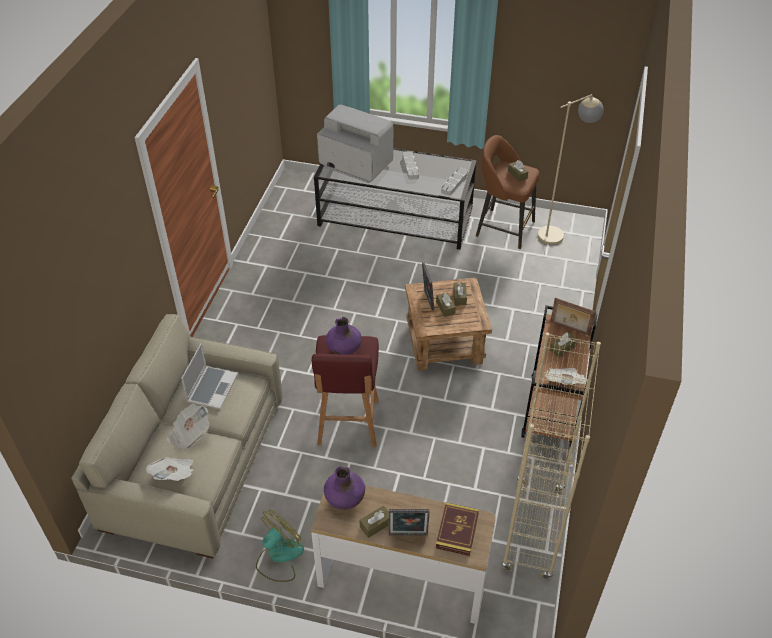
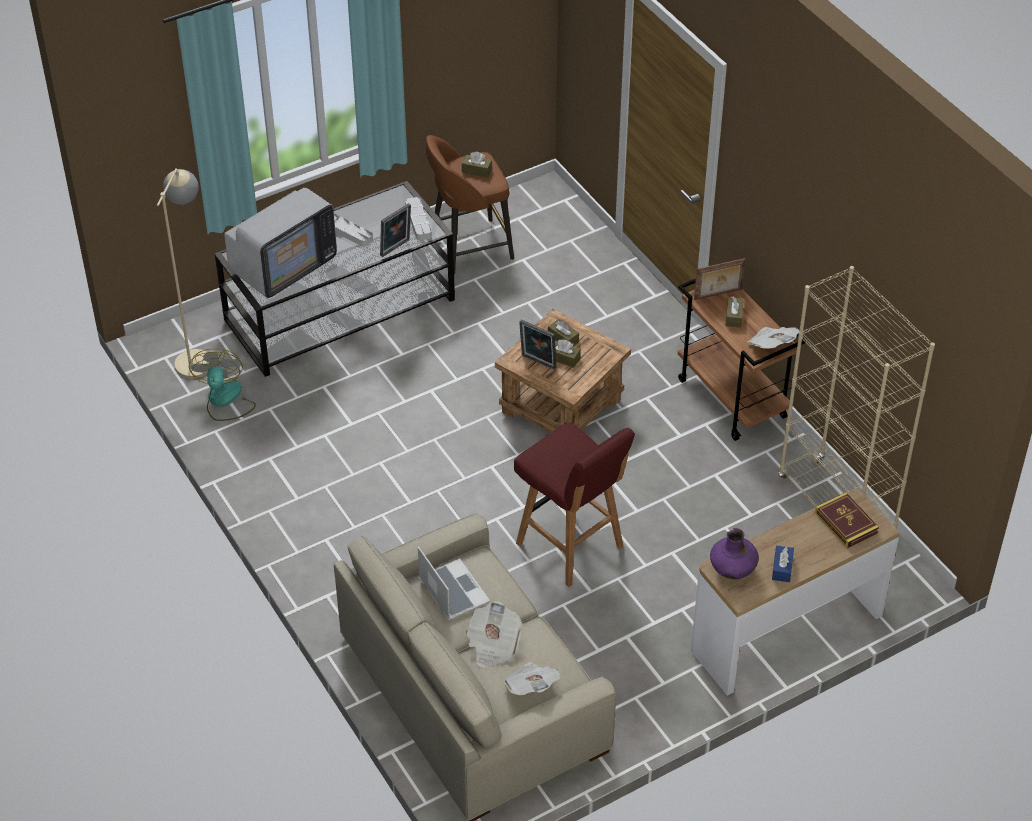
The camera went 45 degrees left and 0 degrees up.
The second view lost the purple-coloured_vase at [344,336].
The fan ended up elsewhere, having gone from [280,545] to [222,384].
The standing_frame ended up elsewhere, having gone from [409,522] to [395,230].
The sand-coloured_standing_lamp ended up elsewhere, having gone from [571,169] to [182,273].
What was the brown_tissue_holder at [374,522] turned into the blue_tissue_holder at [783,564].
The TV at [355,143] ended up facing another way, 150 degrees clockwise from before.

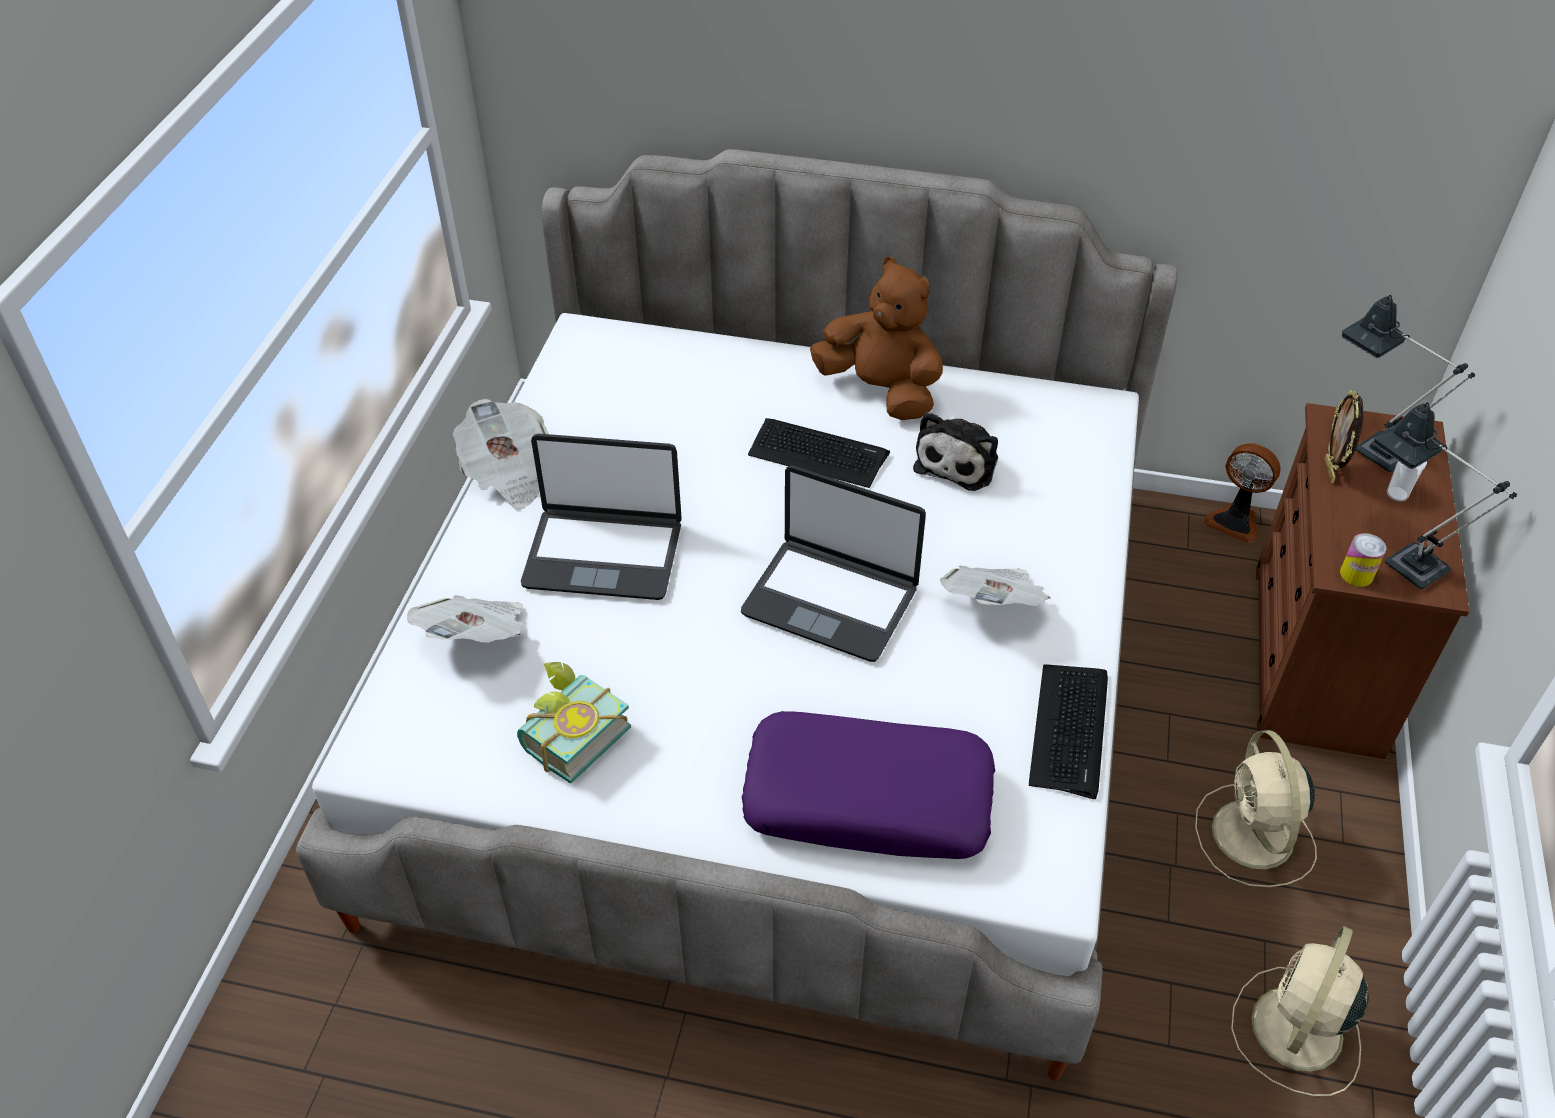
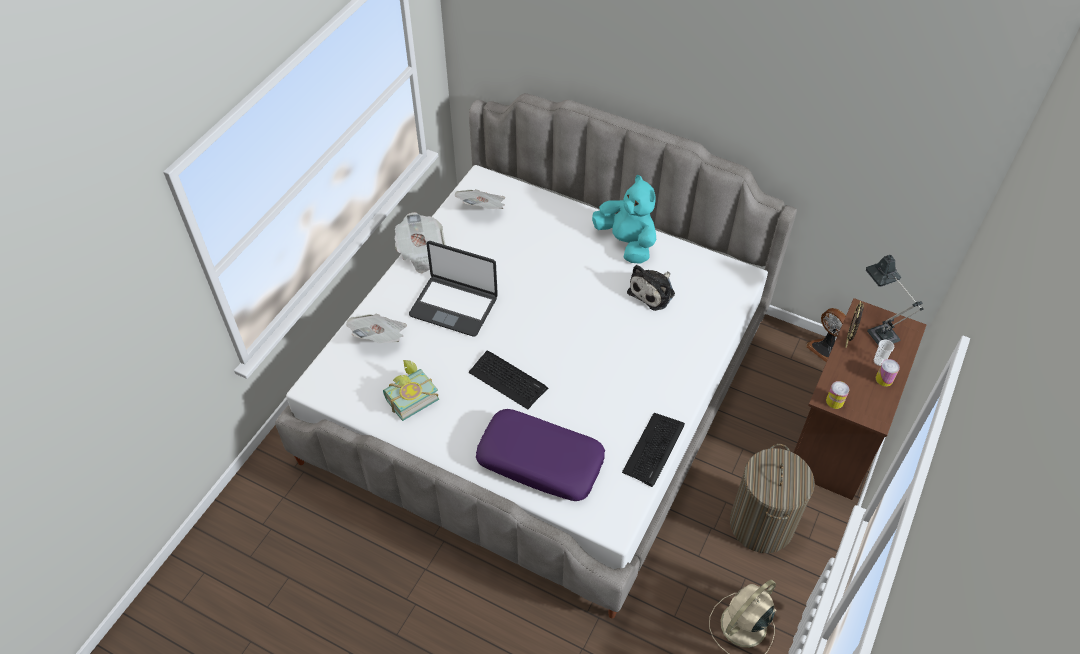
The camera went 15 degrees right and 5 degrees up.
The second view lost the laptop at [833,564].
The second view lost the tabletop_lamp at [1445,496].
The second view gained the metal_can at [888,373].
The PC_keyboard ended up elsewhere, having gone from [819,453] to [508,380].
The printed_paper ended up elsewhere, having gone from [995,585] to [480,199].
Where the sand-coloured_fan stood at [1256,808], the hamper came to stand at [772,498].
What was the brown_plush_toy at [876,338] turned into the blue-green_plush_toy at [624,219].

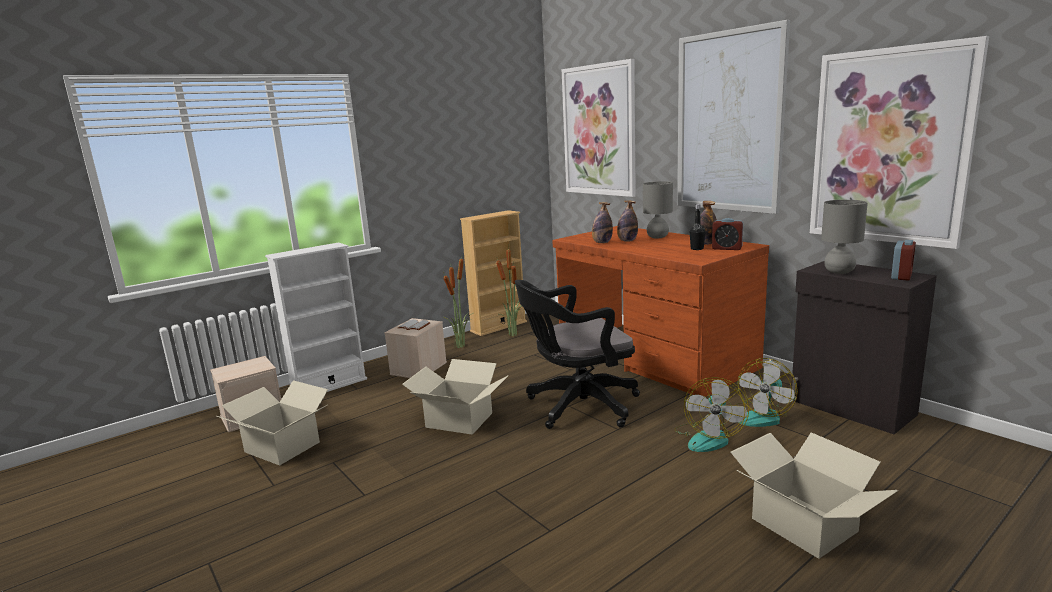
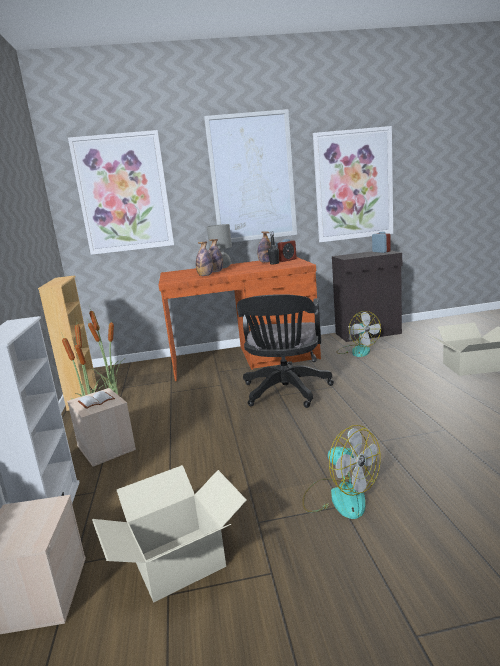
The camera went 60 degrees left and 0 degrees up.
The second view lost the packing_box at [455,397].
The second view lost the greyish_tabletop_lamp at [844,237].
The fan ended up elsewhere, having gone from [711,414] to [341,472].

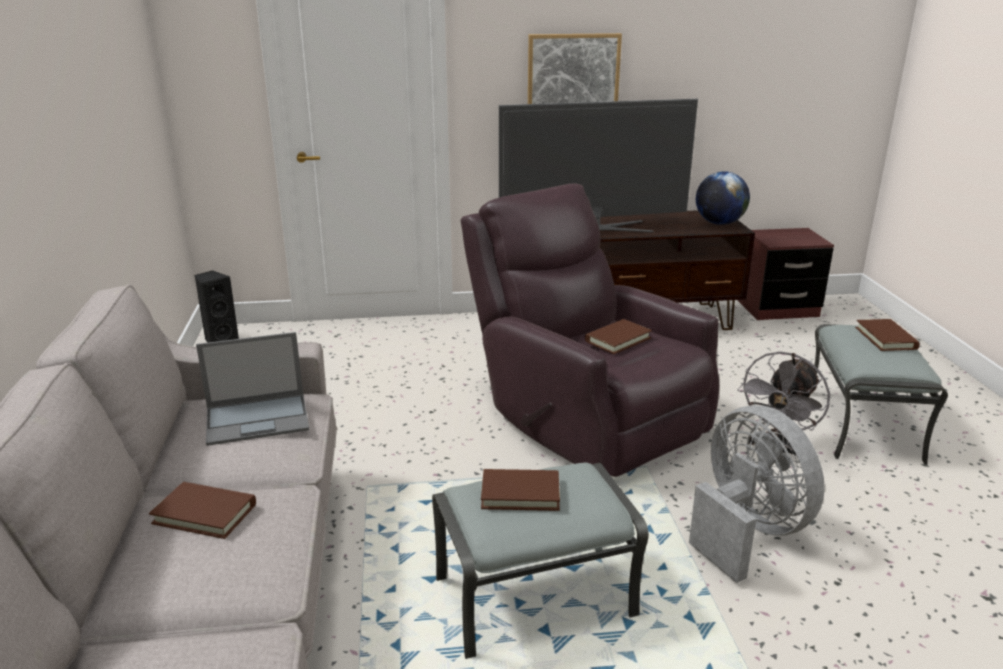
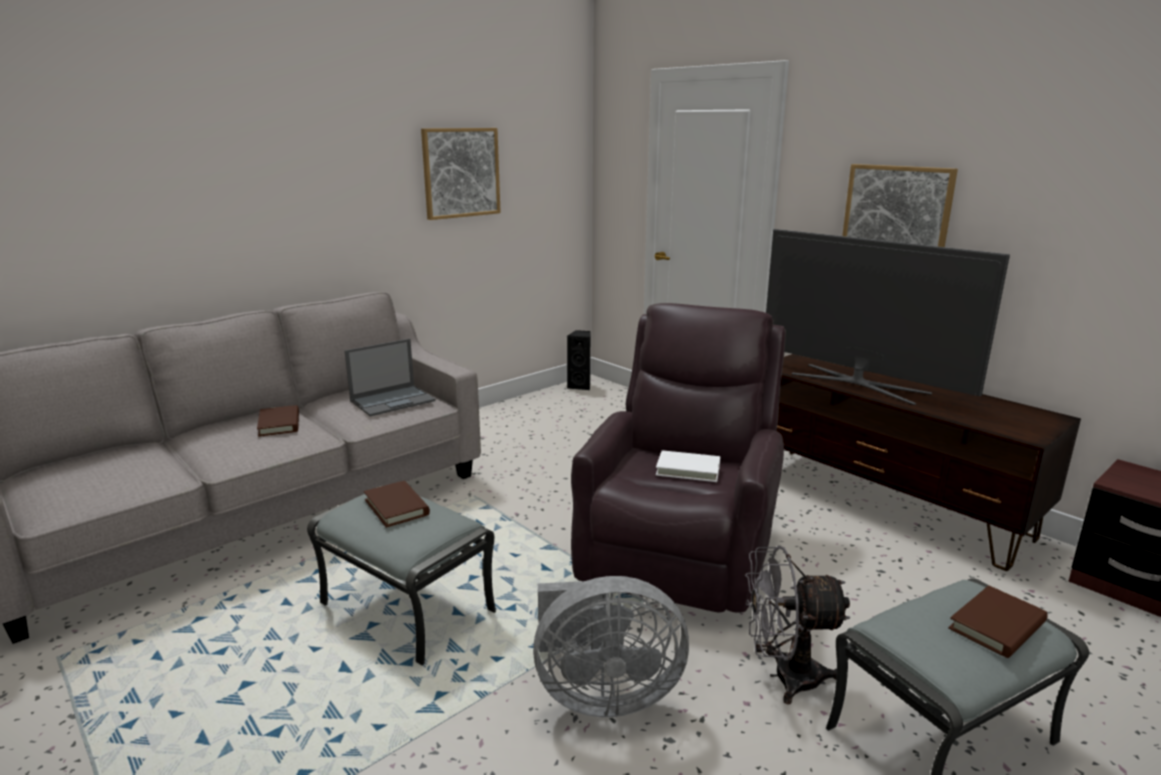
The camera went 55 degrees right and 5 degrees down.
The second view lost the globe at [723,198].
The second view gained the wall_picture at [461,174].
What was the brown_volume at [618,336] turned into the white_volume at [688,466].
The laptop at [252,389] ended up facing another way, 75 degrees counterclockwise from before.
The greyish_fan at [757,494] ended up facing another way, 60 degrees clockwise from before.

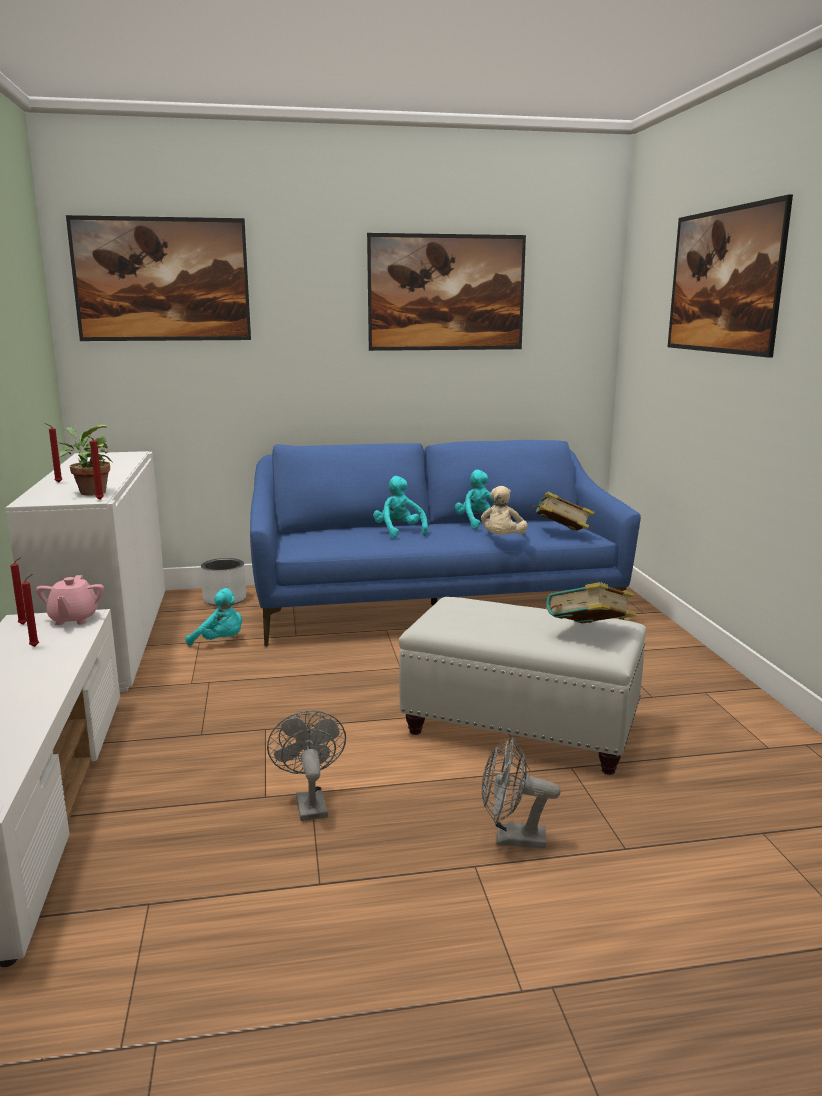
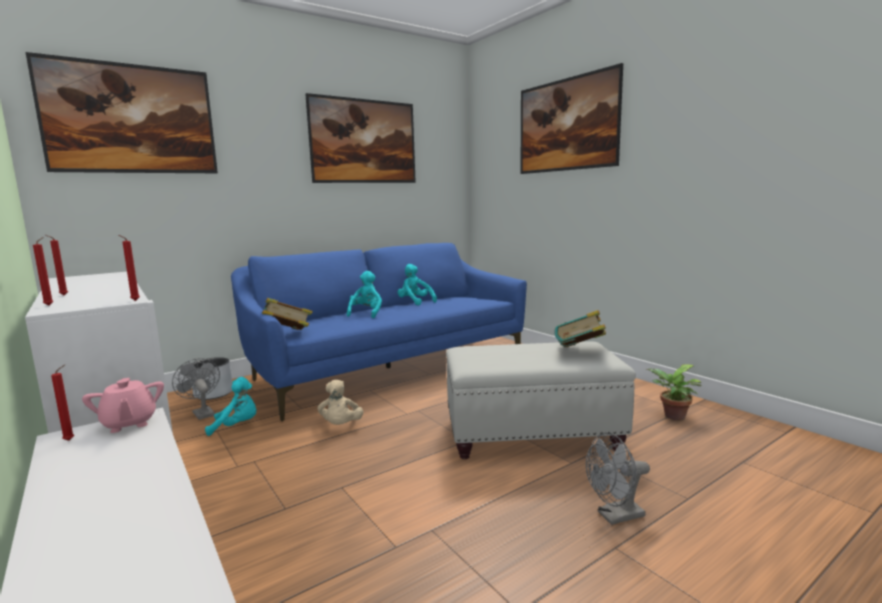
The camera went 25 degrees left and 5 degrees down.
The red_wax_light ended up elsewhere, having gone from [30,610] to [43,271].
The potted_plant ended up elsewhere, having gone from [85,459] to [674,392].
The greyish_fan ended up elsewhere, having gone from [306,766] to [196,389].
The sand-coloured_plush_toy ended up elsewhere, having gone from [504,510] to [340,402].
The volume ended up elsewhere, having gone from [563,511] to [287,314].
The blue-green_plush_toy at [400,507] ended up facing another way, 60 degrees clockwise from before.

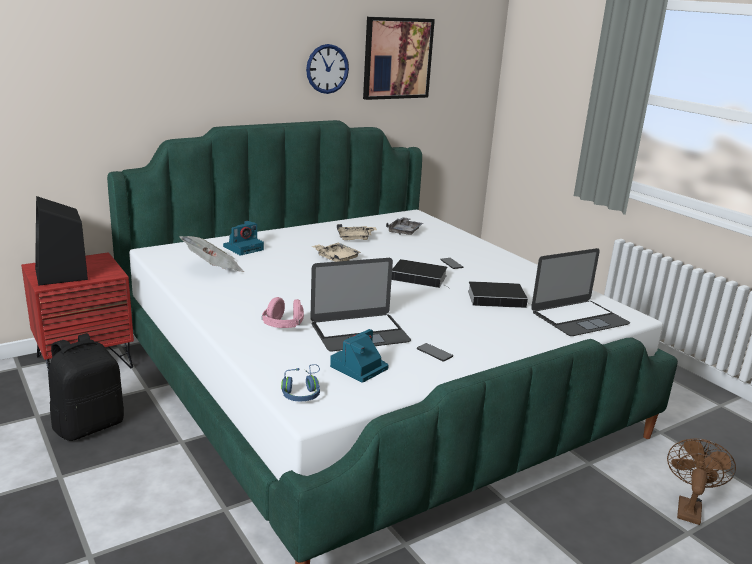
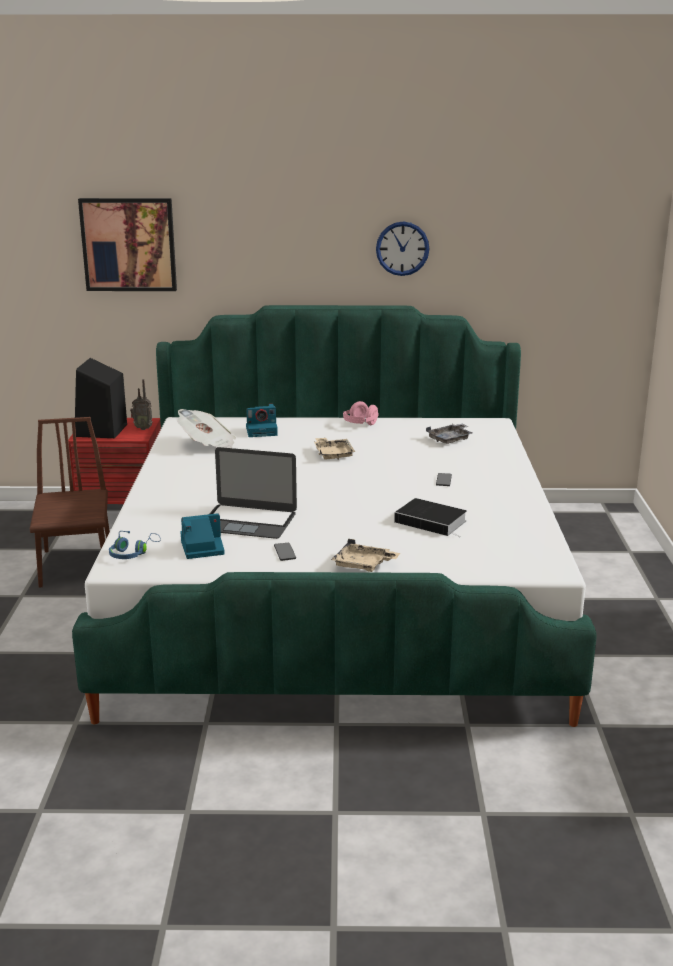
The camera went 35 degrees right and 0 degrees up.
The second view lost the volume at [421,273].
The second view lost the laptop at [580,292].
The second view lost the brown_fan at [701,481].
The second view gained the radio at [141,404].
The pink-coloured_pair_of_headphones ended up elsewhere, having gone from [283,312] to [360,413].
The sand-coloured_tray ended up elsewhere, having gone from [357,232] to [365,555].
The wall_picture ended up elsewhere, having gone from [399,58] to [127,244].
Where the black_knapsack stood at [86,387], the brown_upright_chair came to stand at [70,502].

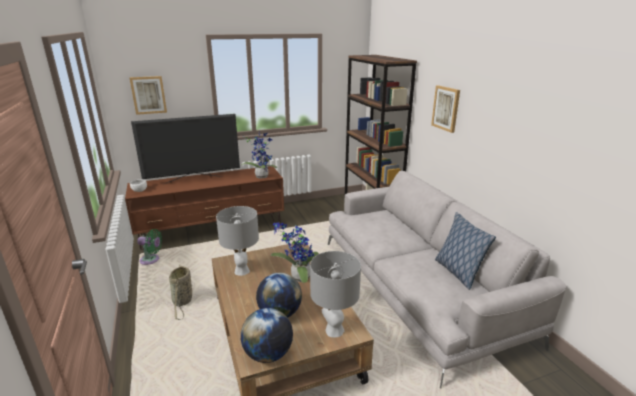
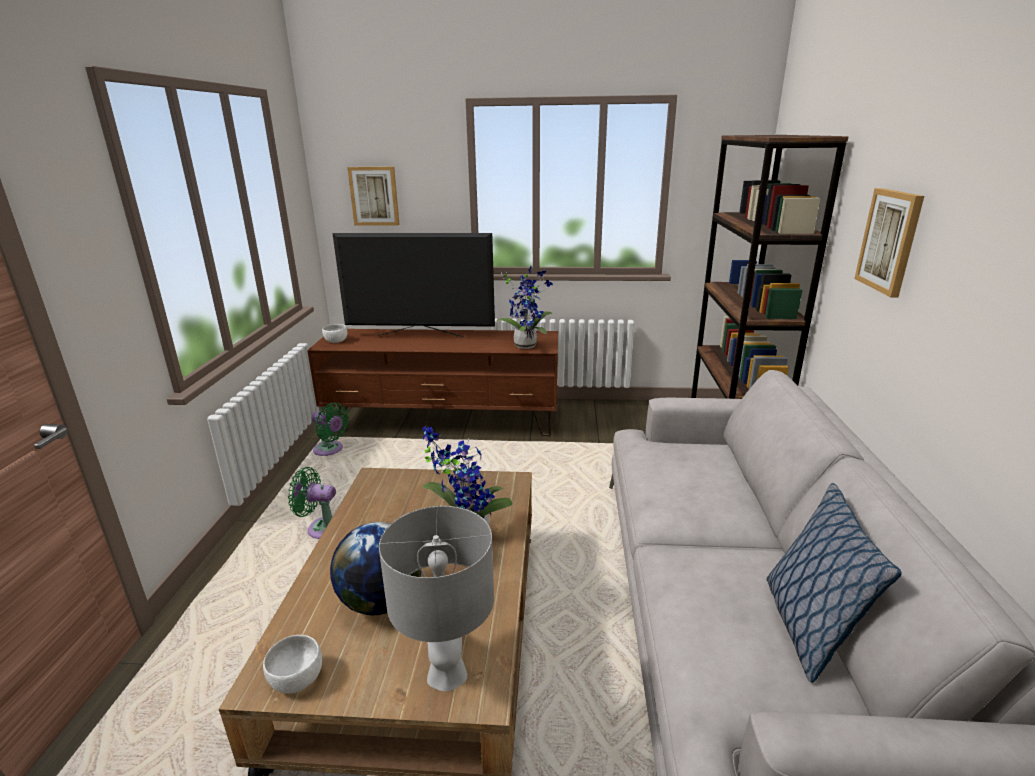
The camera went 25 degrees right and 0 degrees up.
The second view lost the greyish_tabletop_lamp at [237,241].
Where the storage_basket stood at [180,292], the greenish_fan came to stand at [312,503].
Where the globe stood at [267,335], the white_deep_dish came to stand at [292,664].

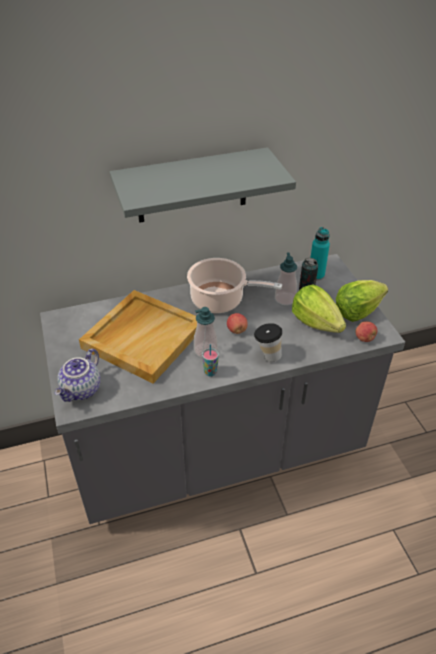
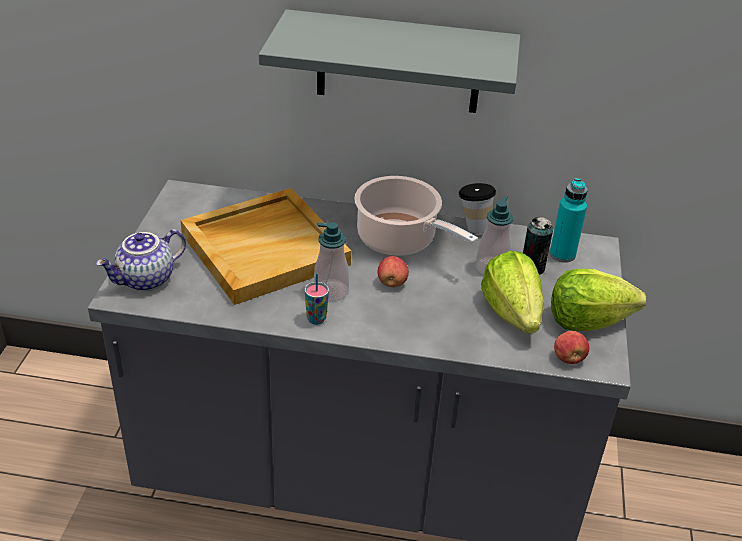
The camera went 25 degrees right and 5 degrees down.
The small_cup ended up elsewhere, having gone from [268,342] to [477,208].

